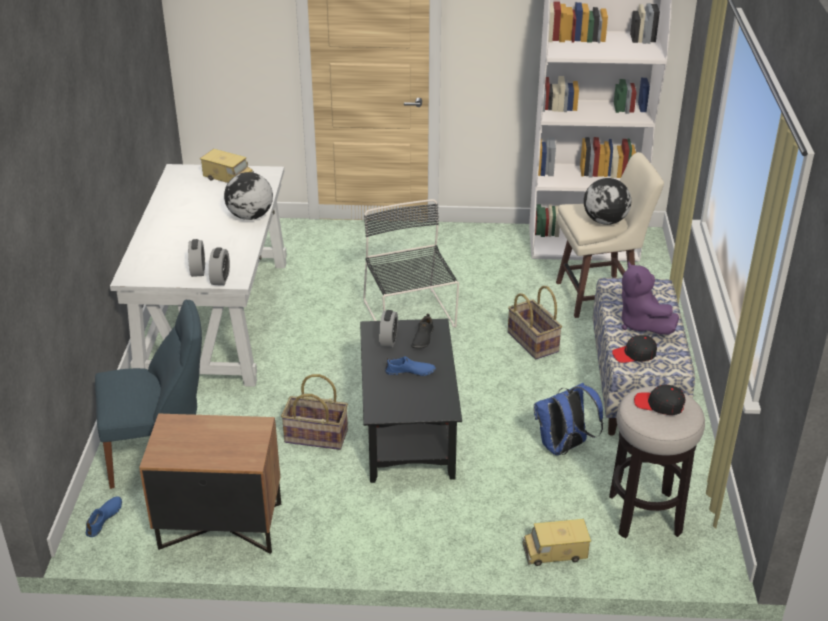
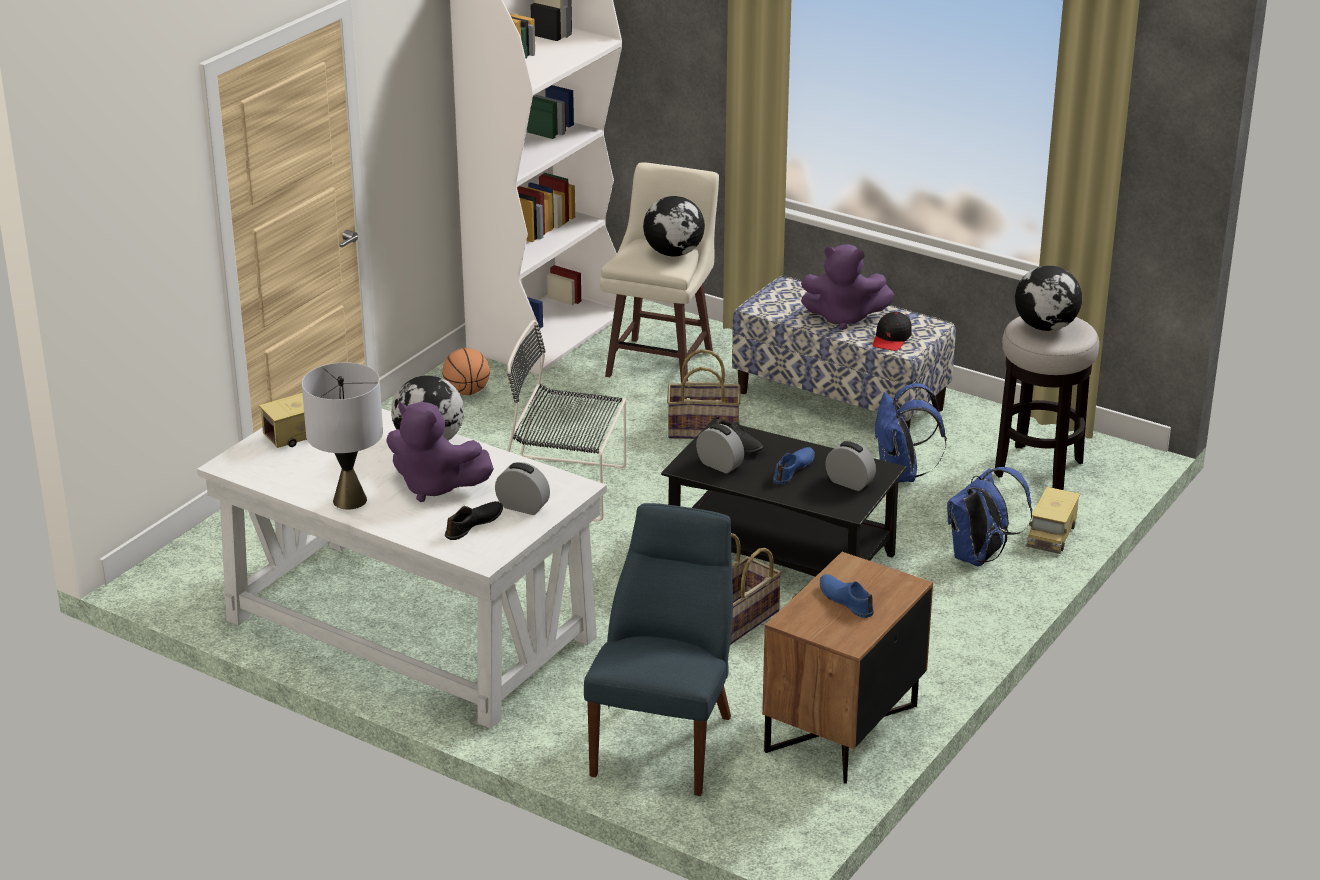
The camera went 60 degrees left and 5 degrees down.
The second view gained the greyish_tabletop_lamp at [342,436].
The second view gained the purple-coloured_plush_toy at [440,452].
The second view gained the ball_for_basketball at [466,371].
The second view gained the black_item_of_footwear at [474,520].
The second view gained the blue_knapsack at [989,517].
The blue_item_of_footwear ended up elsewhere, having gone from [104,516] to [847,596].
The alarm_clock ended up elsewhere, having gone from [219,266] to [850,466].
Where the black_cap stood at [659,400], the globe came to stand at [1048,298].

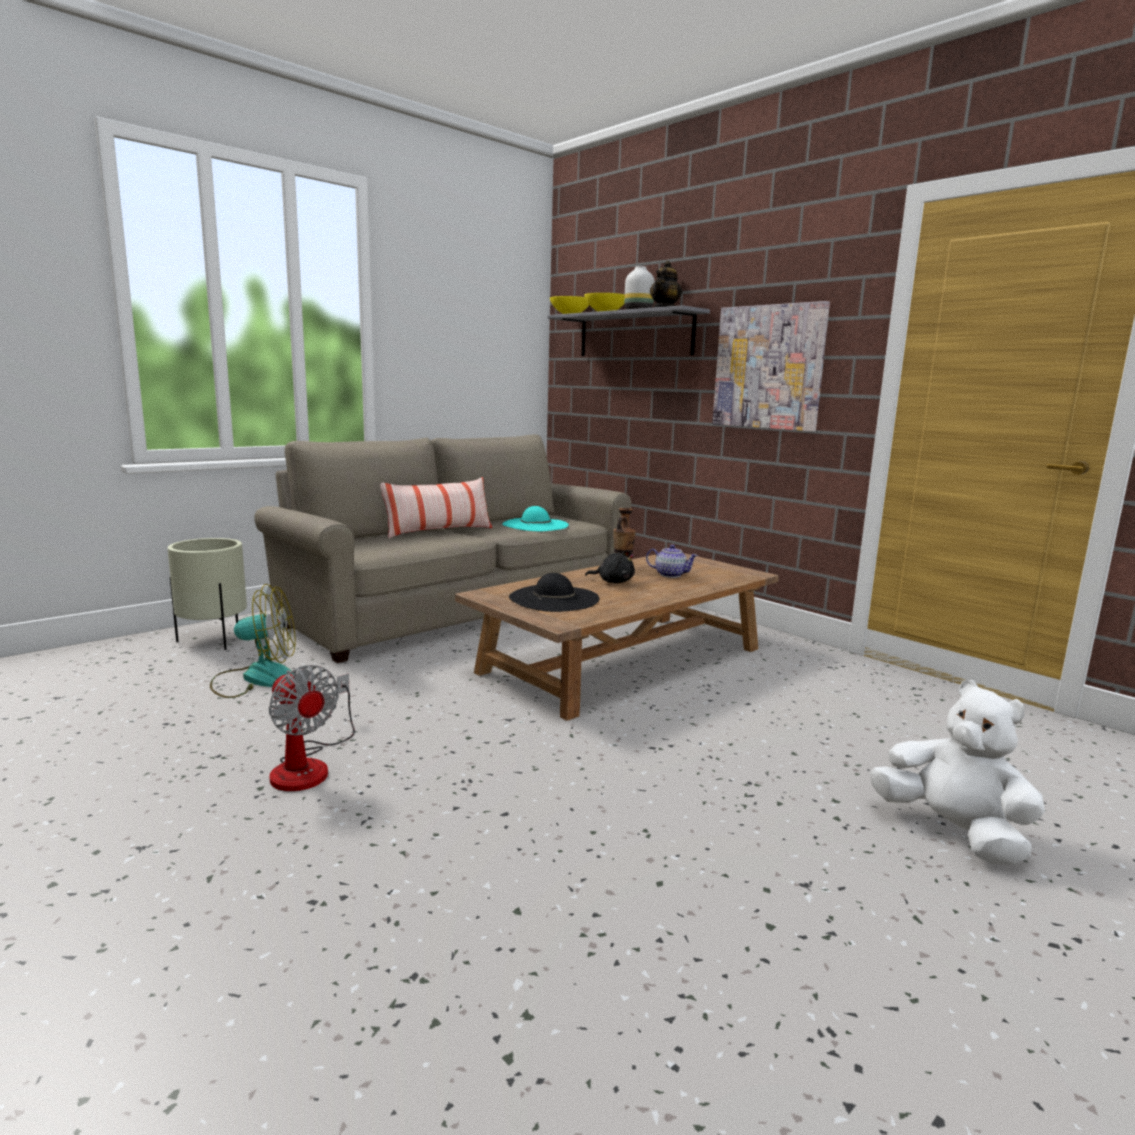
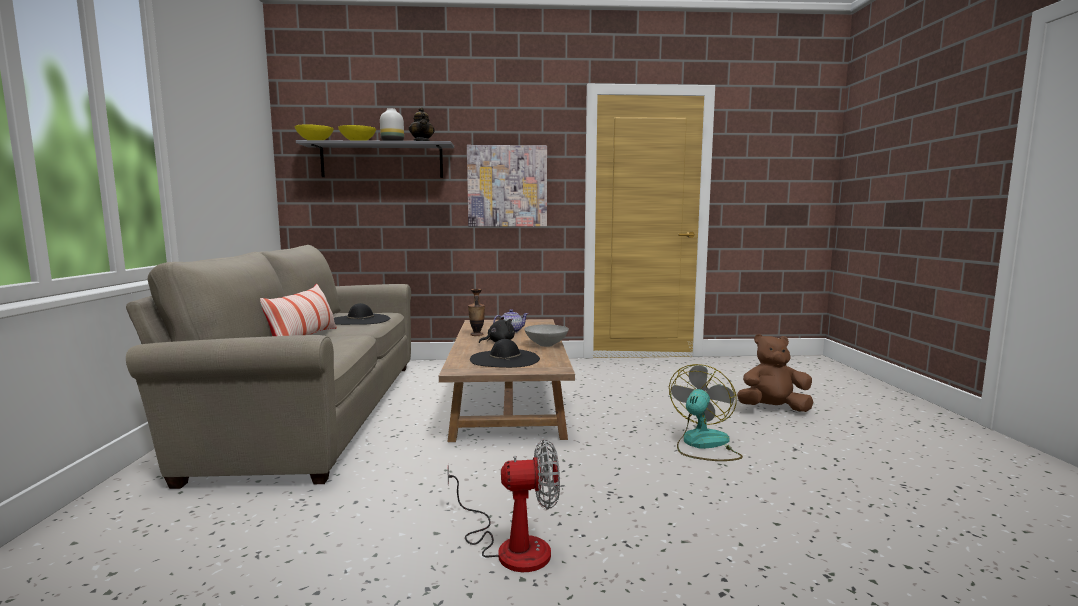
The camera went 50 degrees left and 5 degrees down.
The second view lost the sand-coloured_planter at [207,594].
The second view gained the greyish_deep_dish at [546,335].
The fan ended up elsewhere, having gone from [253,641] to [706,412].
What was the blue-green_clothing_hat at [535,518] turned into the black_clothing_hat at [362,314].
What was the white_plush_toy at [957,772] turned into the brown_plush_toy at [775,373].

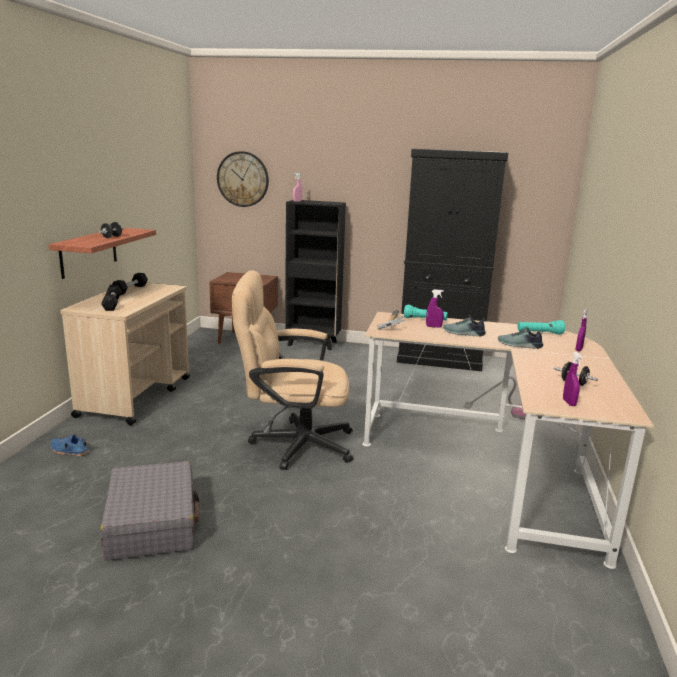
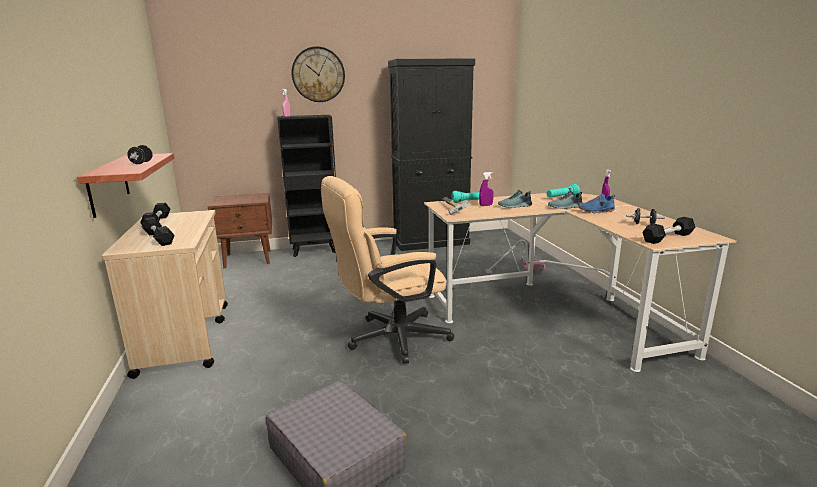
The camera went 25 degrees left and 0 degrees up.
The blue_item_of_footwear ended up elsewhere, having gone from [69,445] to [596,203].
The wall_clock ended up elsewhere, having gone from [243,179] to [318,74].
Where the purple-coloured_hand_sprayer stood at [573,379], the black_hand_weight came to stand at [668,230].

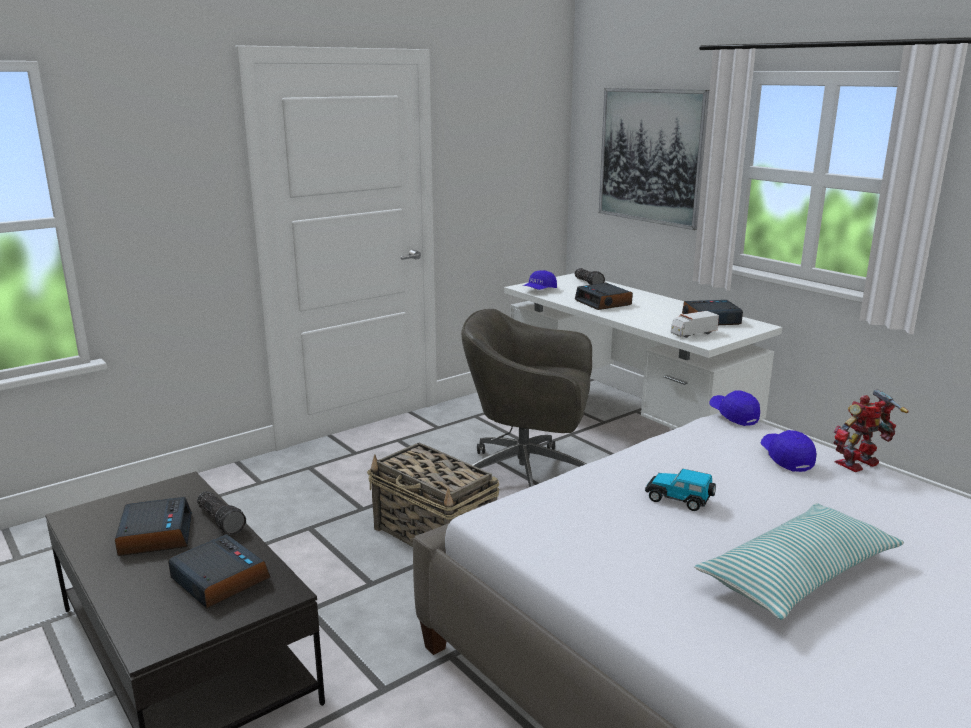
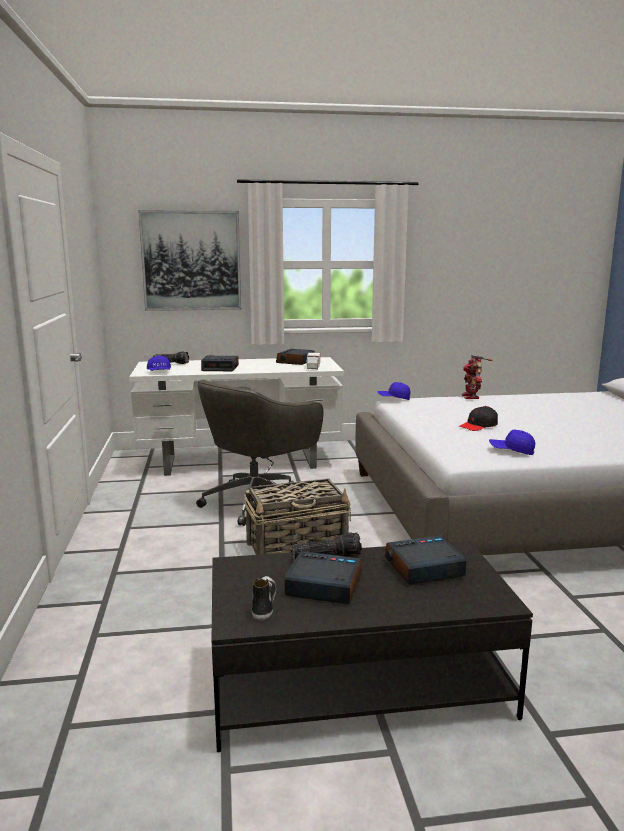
The camera went 60 degrees left and 5 degrees down.
The second view lost the cushion at [799,561].
The second view gained the item_of_footwear at [264,598].
The blue_cap ended up elsewhere, having gone from [788,451] to [512,442].
Where the miniature_car stood at [680,490], the black_cap came to stand at [478,418].

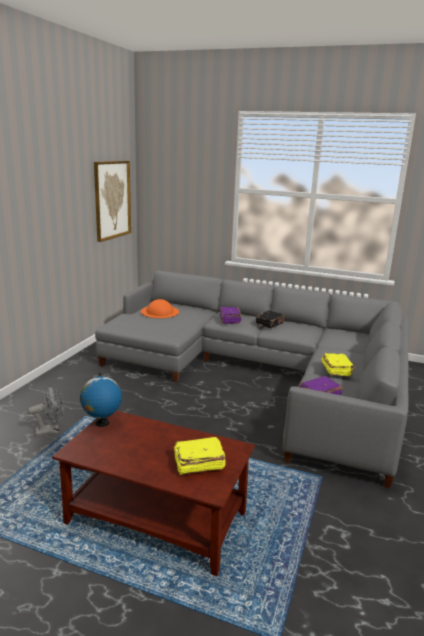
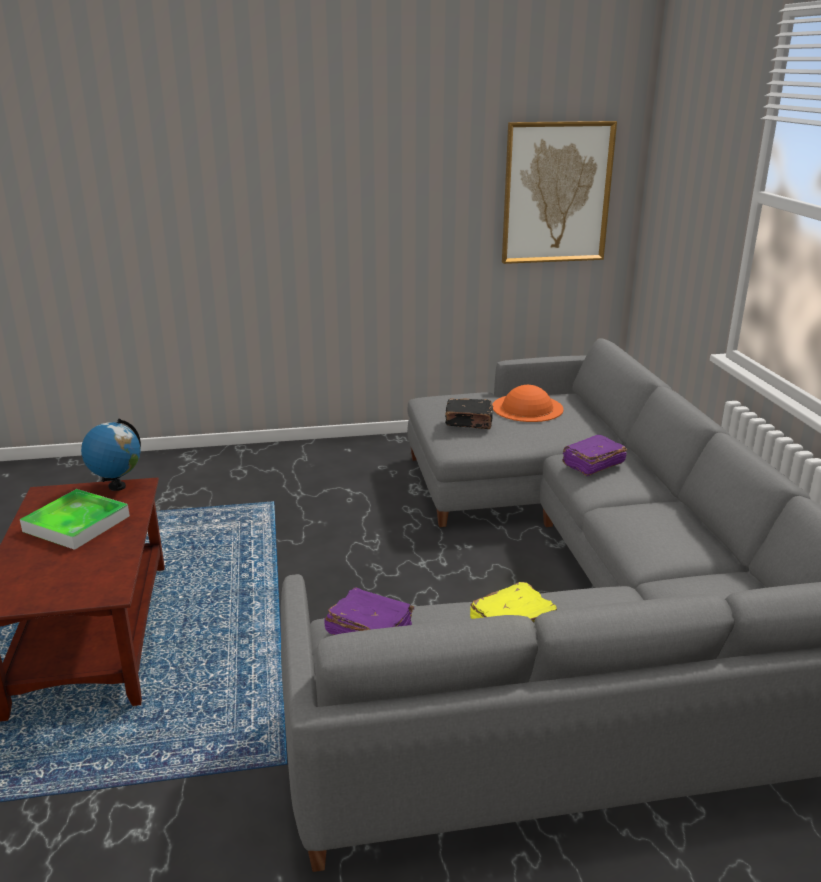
The camera went 60 degrees right and 5 degrees up.
The second view lost the greyish_fan at [46,411].
The second view lost the yellow-coloured_volume at [200,456].
The second view gained the tray at [75,519].
The black_volume ended up elsewhere, having gone from [270,319] to [469,413].

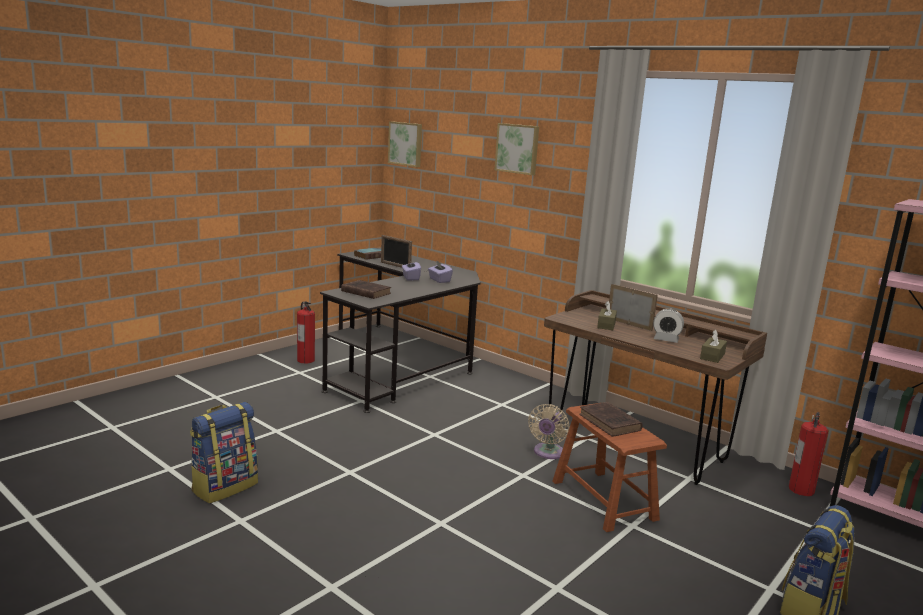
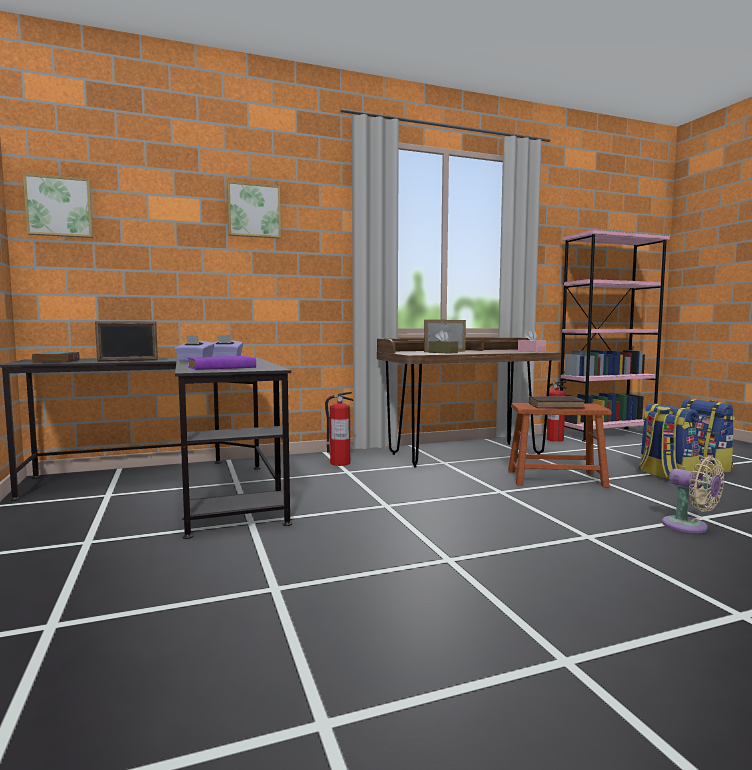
The camera went 60 degrees left and 10 degrees down.
The second view lost the alarm_clock at [668,326].
The knapsack ended up elsewhere, having gone from [224,453] to [669,441].
The fire-fighting_cylinder ended up elsewhere, having gone from [306,332] to [339,429].
The sand-coloured_fan ended up elsewhere, having gone from [548,431] to [693,494].
What was the brown_volume at [366,289] turned into the purple-coloured_volume at [222,363].
What was the brown_tissue_holder at [713,346] turned into the pink-coloured_tissue_holder at [532,341].

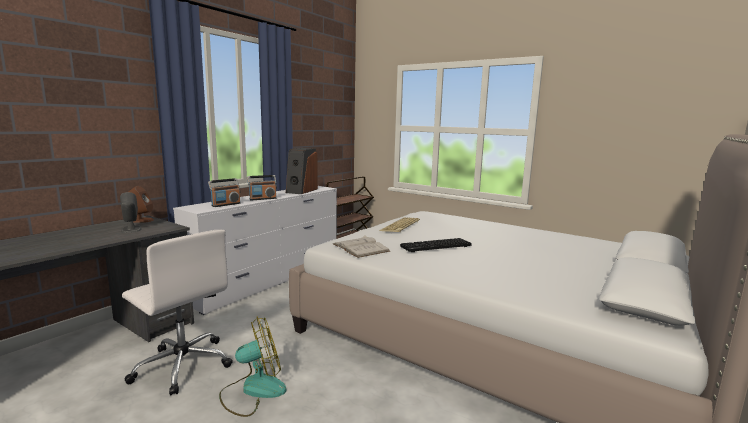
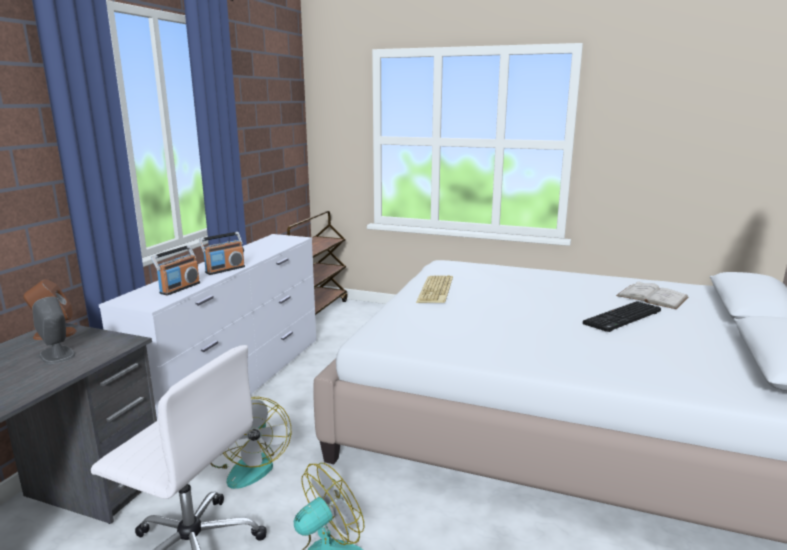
The camera went 15 degrees left and 5 degrees up.
The second view lost the audio_speaker at [302,171].
The second view gained the fan at [251,443].
The white_volume ended up elsewhere, having gone from [361,247] to [652,295].
The PC_keyboard ended up elsewhere, having gone from [436,245] to [622,316].

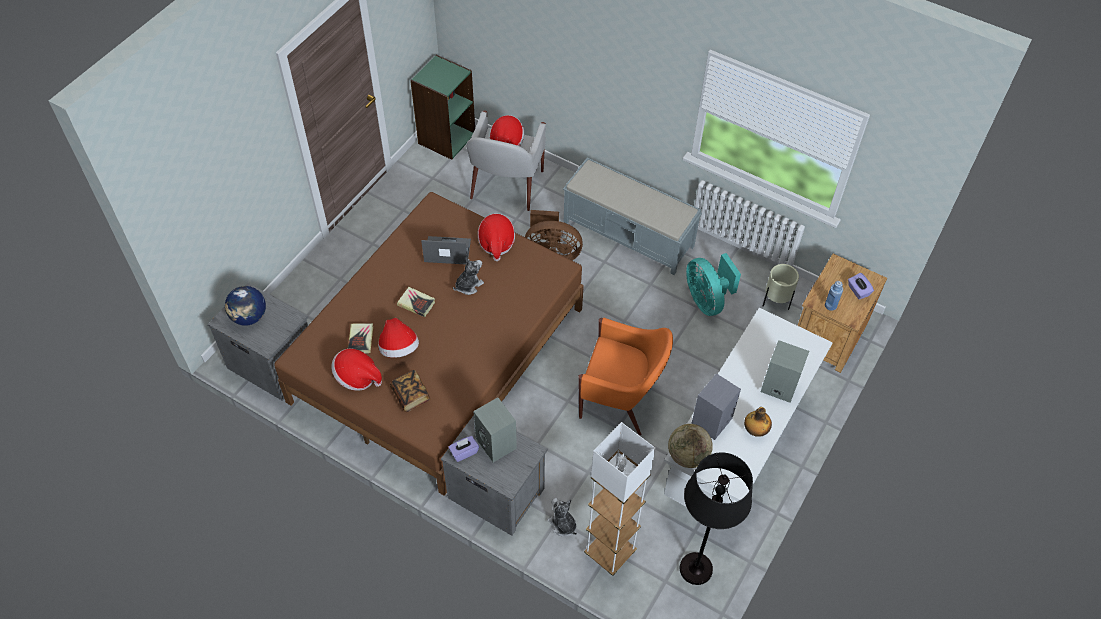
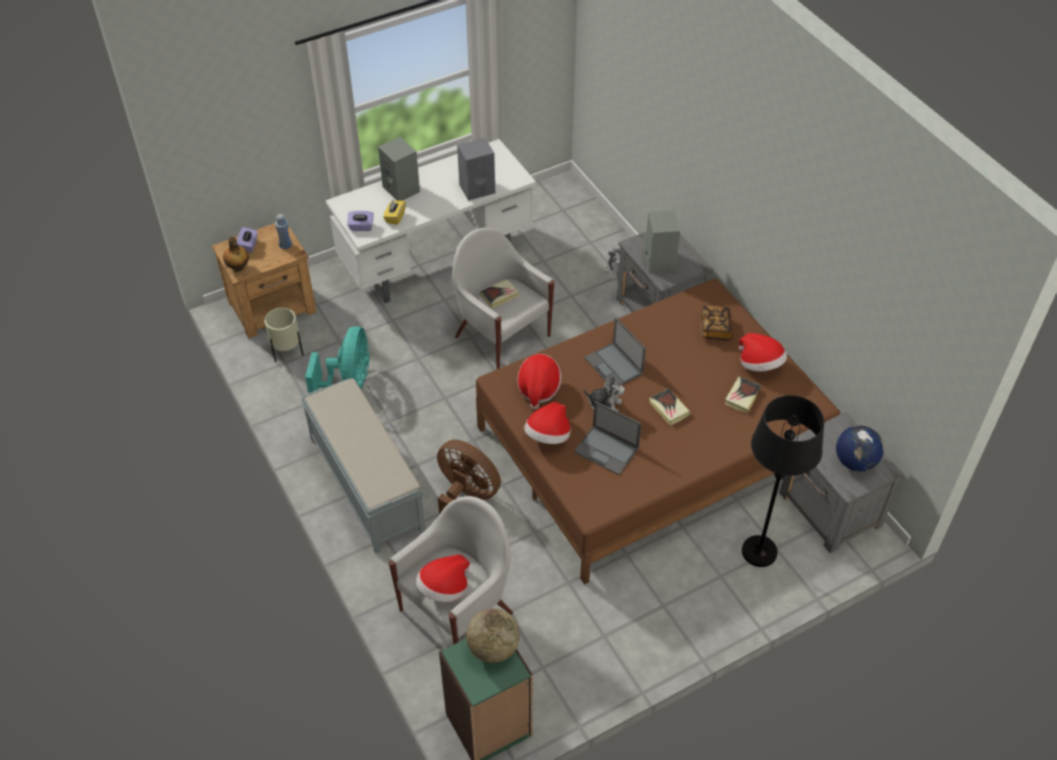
The camera went 150 degrees left and 5 degrees down.
The second view lost the white_standing_lamp at [619,499].
The second view gained the yellow-coloured_tissue_holder at [394,212].
The second view gained the volume at [499,293].
The second view gained the laptop at [615,351].
The clothing_hat ended up elsewhere, having gone from [398,338] to [539,381].
The purple-coloured_tissue_holder ended up elsewhere, having gone from [463,449] to [360,221].
The globe ended up elsewhere, having gone from [690,446] to [493,635].
The black_standing_lamp ended up elsewhere, having gone from [716,518] to [783,481].
The drink_bottle ended up elsewhere, having gone from [758,422] to [236,253].
What was the orange-coloured_lounge_chair at [625,376] turned into the white_lounge_chair at [503,298].
The plush_toy at [468,277] ended up facing another way, 150 degrees counterclockwise from before.

